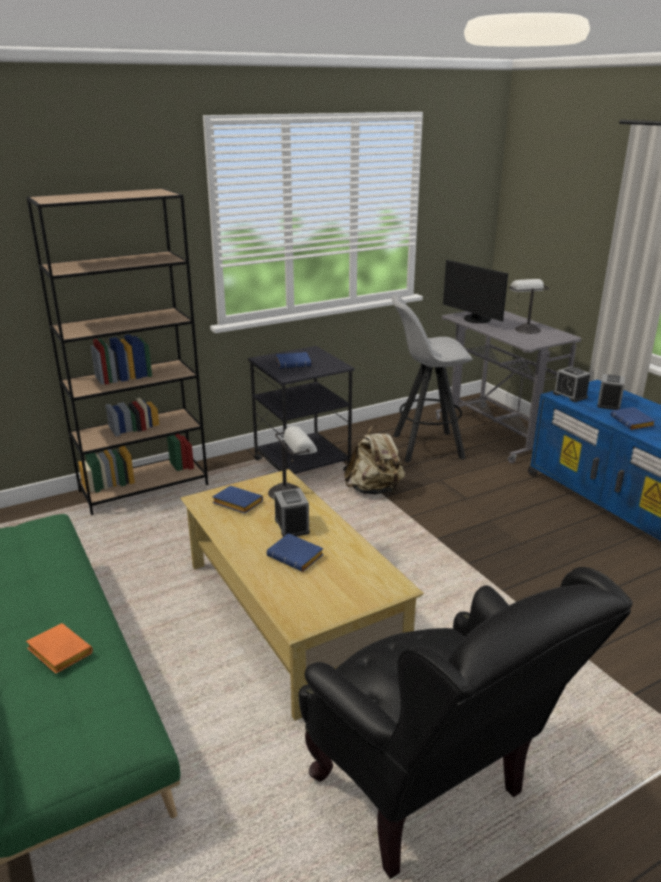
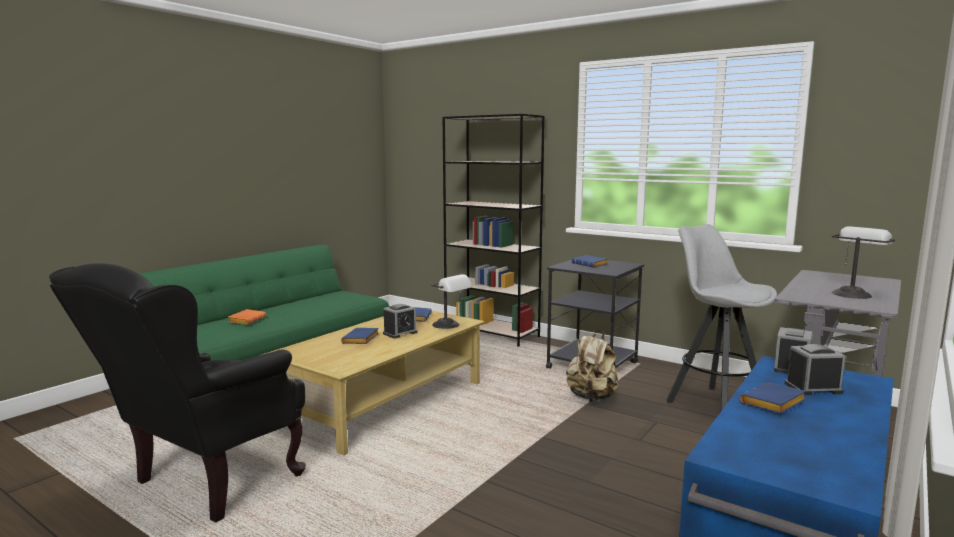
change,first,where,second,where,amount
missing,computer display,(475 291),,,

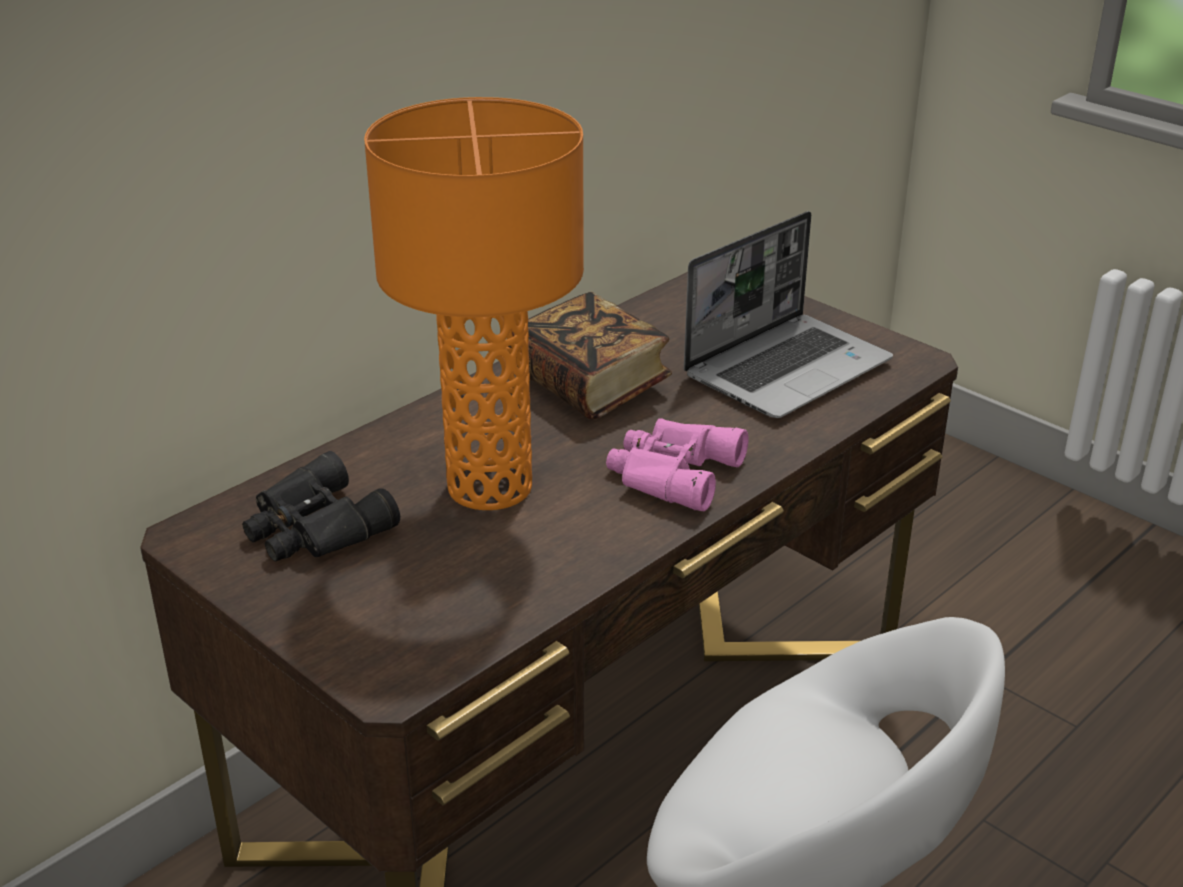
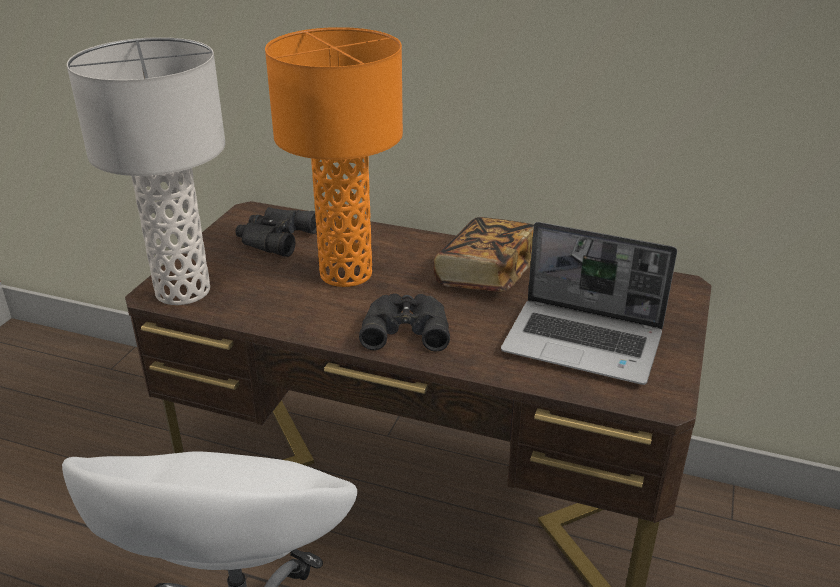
change,first,where,second,where,amount
colour,pink-coloured binoculars,(677 465),black-coloured binoculars,(404 322),
appeared,,,white-coloured lamp for a table,(146 171),

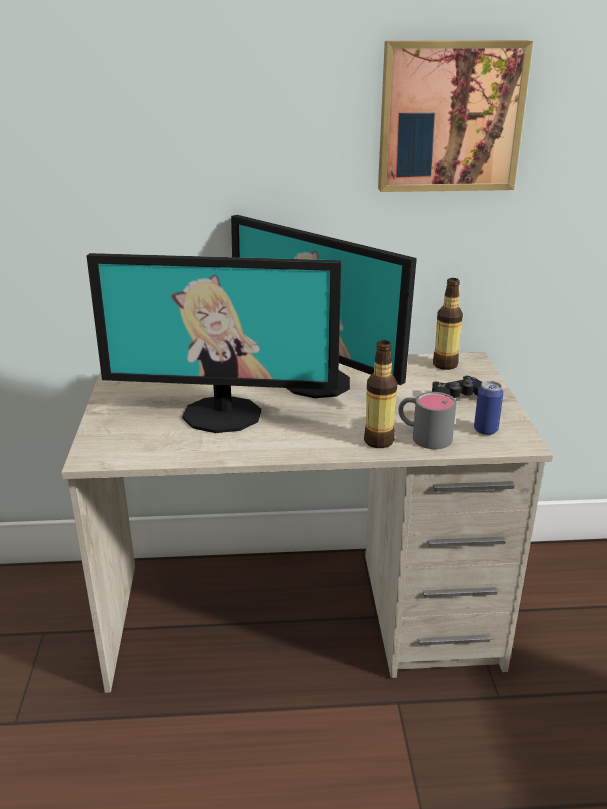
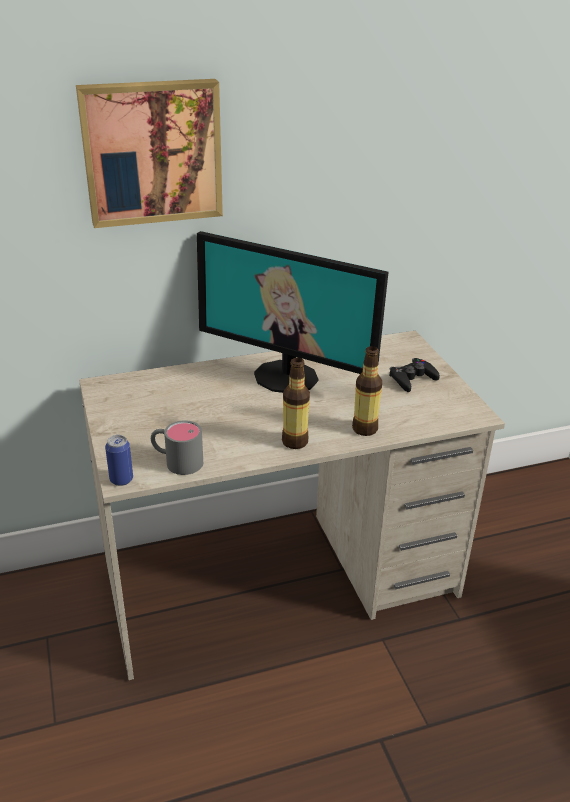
change,first,where,second,where,amount
relocated,picture,(455 116),,(149 153),
missing,computer display,(214 343),,,
relocated,bottle,(448 324),,(296 403),
relocated,metal can,(489 408),,(119 460),
relocated,grey coffee mug,(427 420),,(177 447),

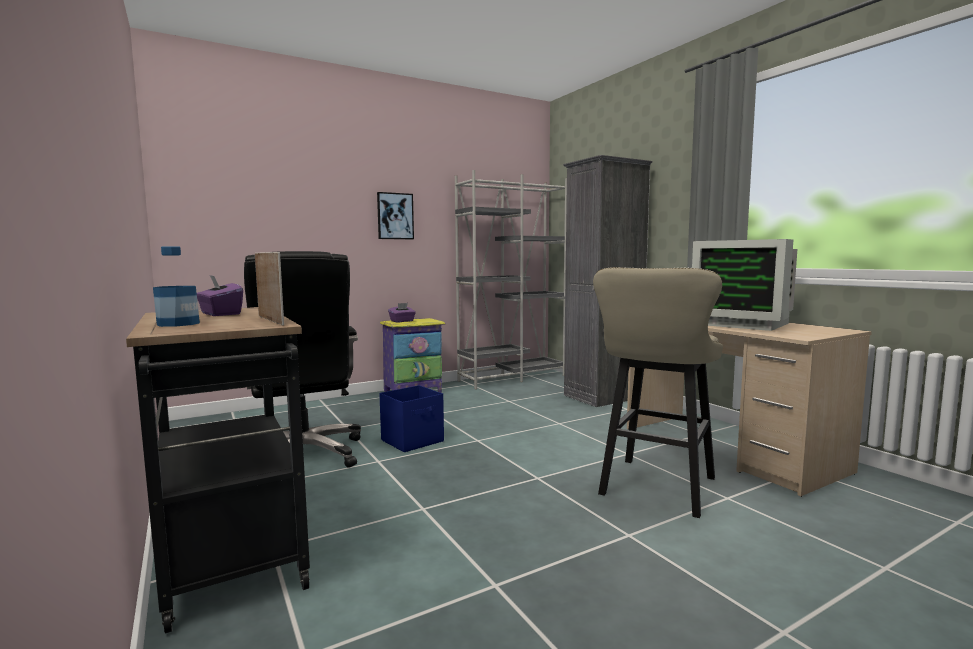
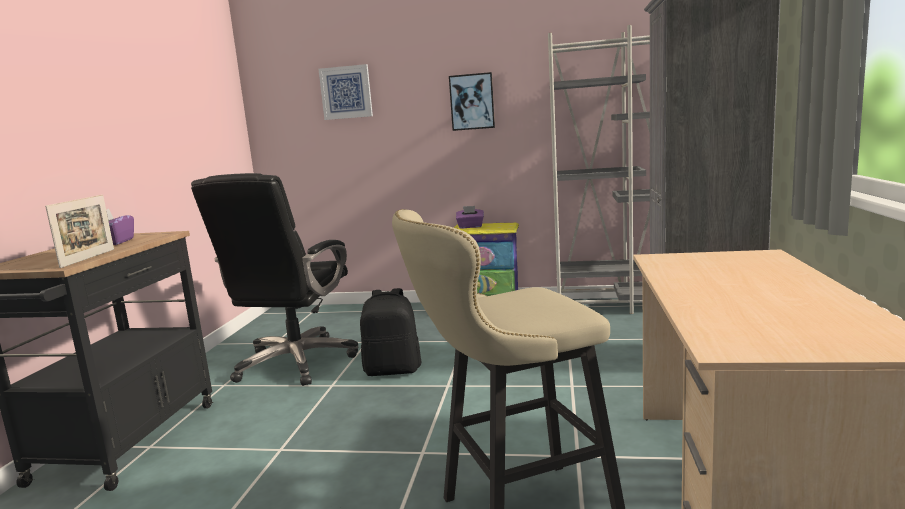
change,first,where,second,where,amount
missing,computer display,(744 285),,,
missing,bottle,(176 286),,,
exchanged,blue storage bin,(412 418),black-coloured backpack,(390 332),
appeared,,,picture,(345 92),

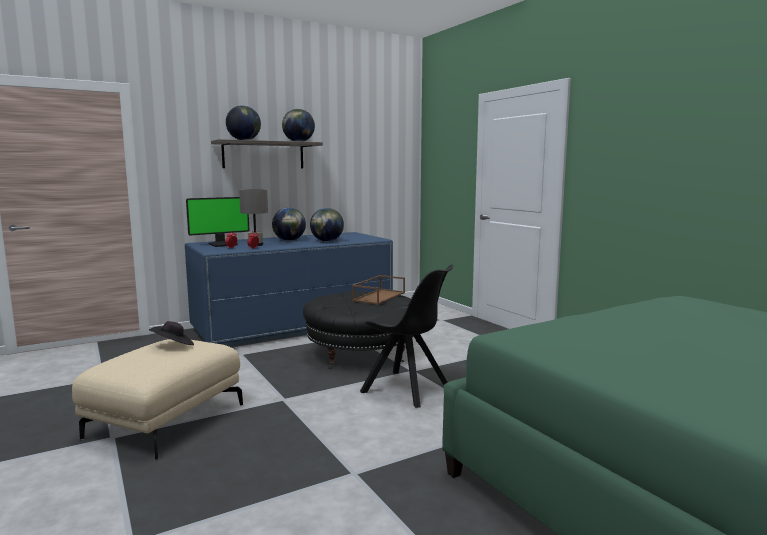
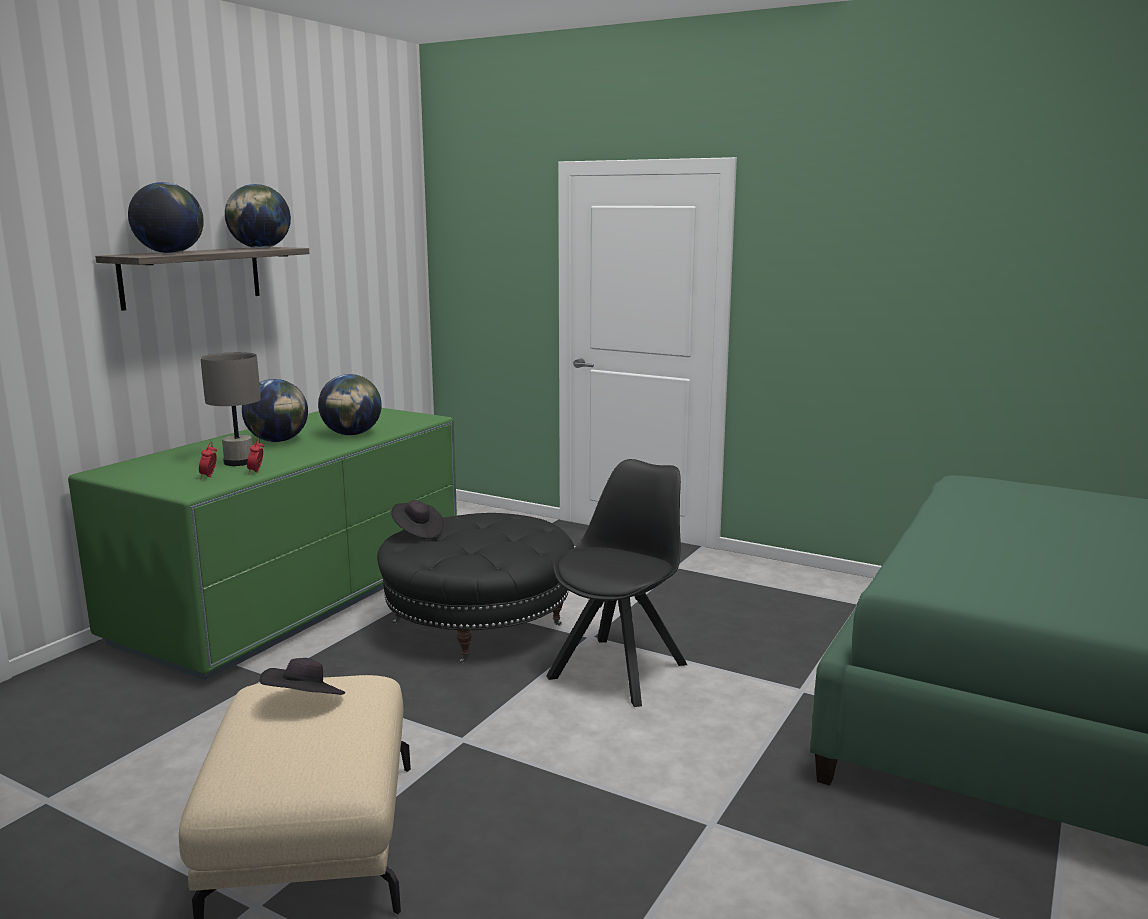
change,first,where,second,where,amount
missing,computer display,(217 222),,,
colour,blue dresser,(289 290),green-coloured dresser,(262 544),
spun,black-coloured upright chair,(406 336),,(616 583),60 degrees counterclockwise
missing,brown serving tray,(378 290),,,
appeared,,,black-coloured clothing hat,(417 519),

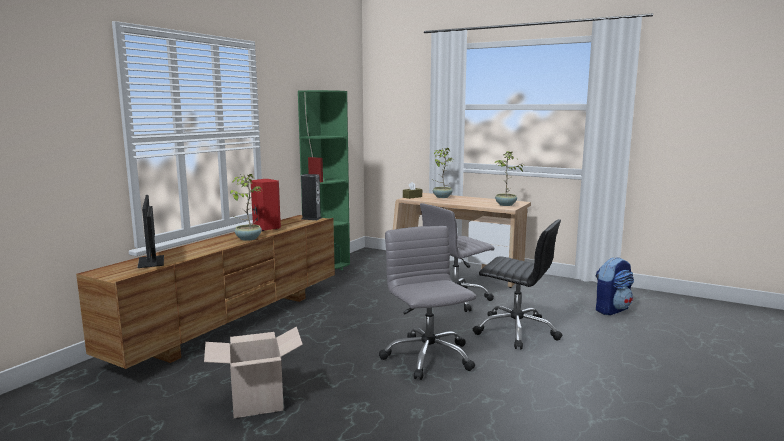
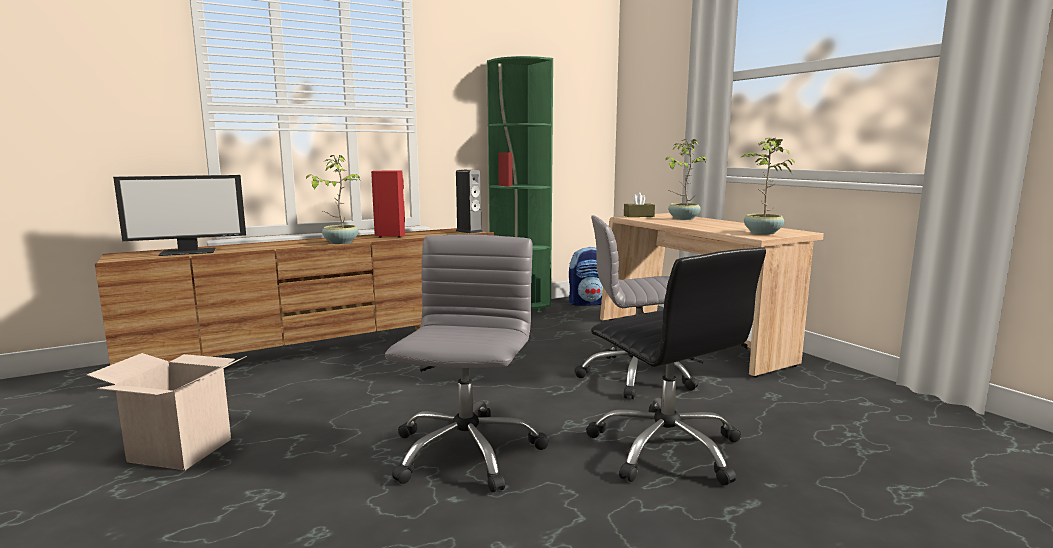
change,first,where,second,where,amount
spun,computer display,(150 231),,(179 215),120 degrees counterclockwise
relocated,backpack,(615 286),,(586 276),

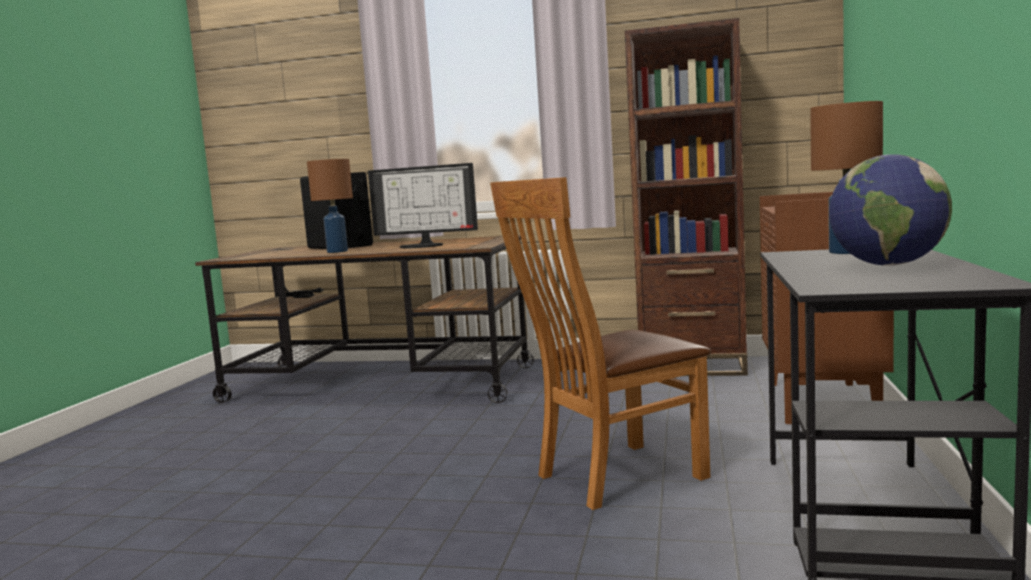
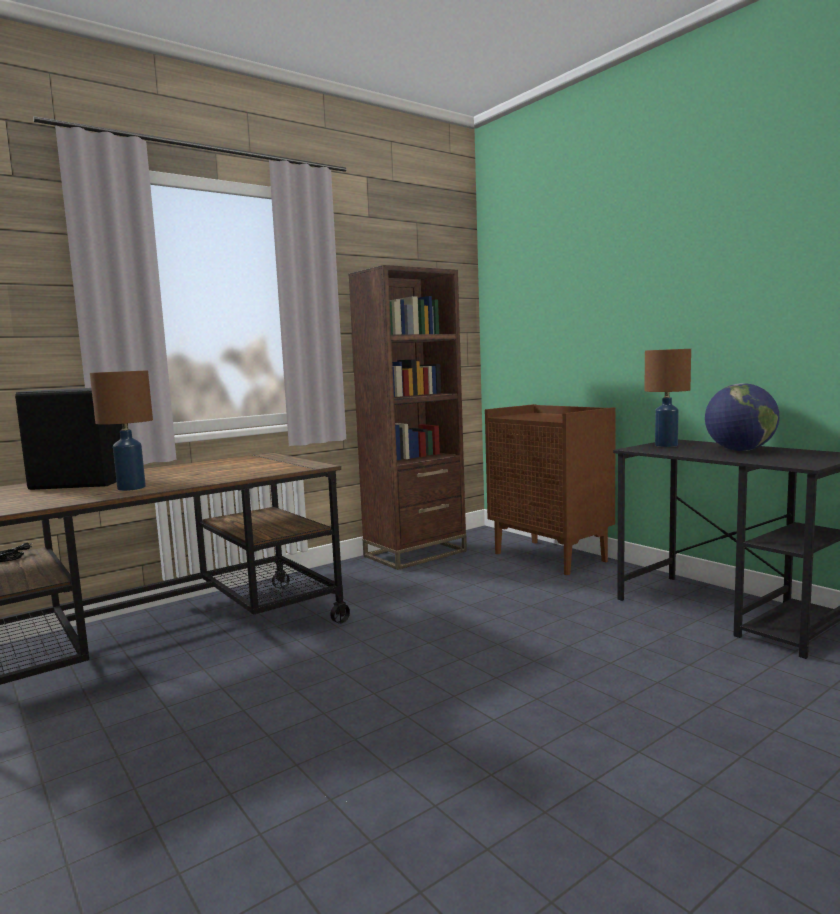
change,first,where,second,where,amount
missing,computer display,(423 205),,,
missing,brown upright chair,(600 343),,,

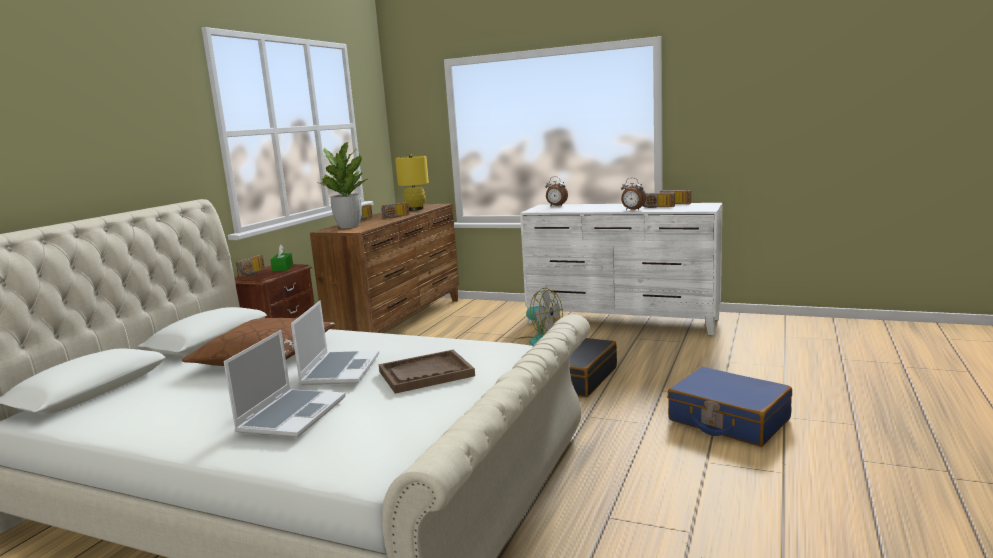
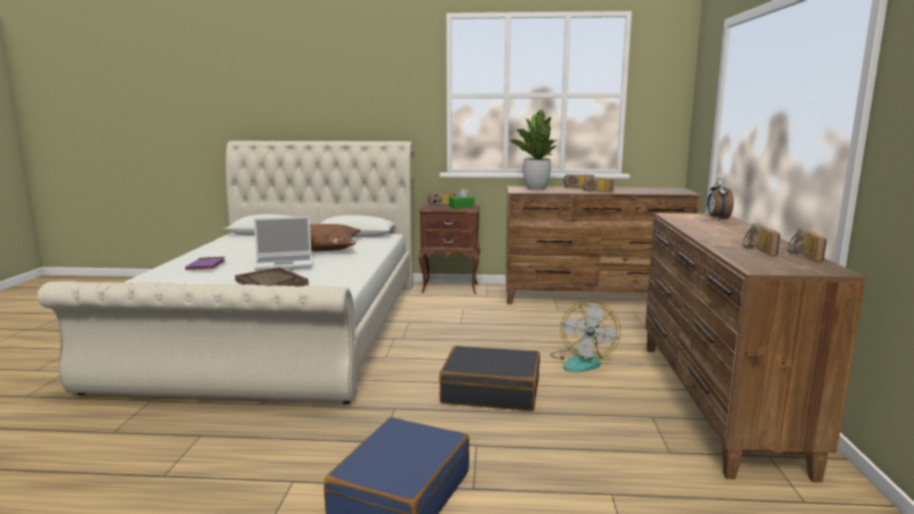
change,first,where,second,where,amount
missing,yellowish lamp for a table,(412 182),,,
missing,bedside clock,(633 194),,,
colour,white-coloured dresser,(621 269),brown dresser,(755 348),
exchanged,notebook computer,(285 383),purple-coloured bound book,(205 263),

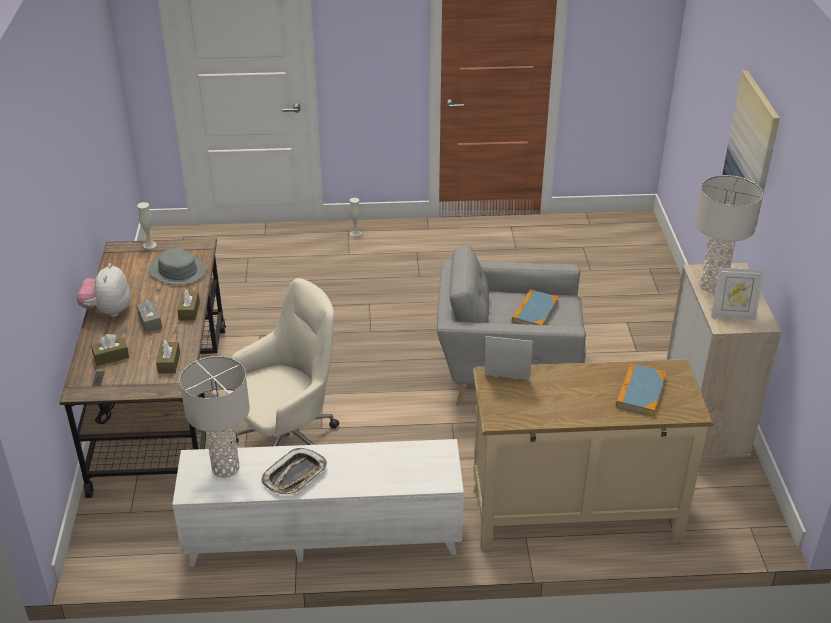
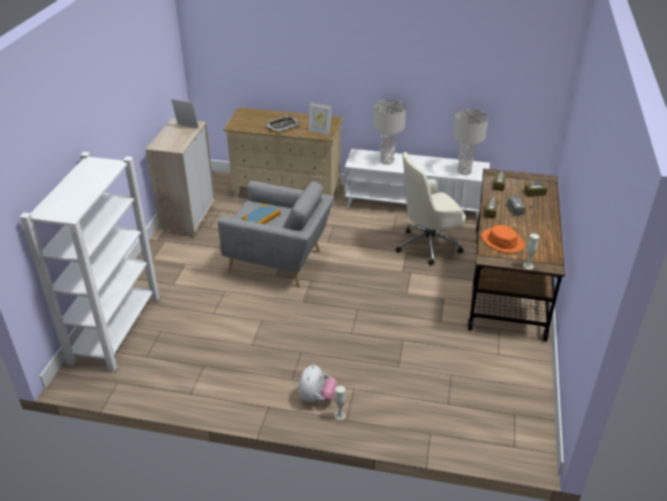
change,first,where,second,where,amount
missing,picture,(751 148),,,
relocated,white-coloured lamp for a table,(729 234),,(389 132),
colour,grey clothing hat,(178 267),orangey clothing hat,(503 239),
relocated,soft toy,(103 290),,(317 383),
missing,bound book,(641 390),,,
relocated,serving tray,(294 471),,(282 123),
appeared,,,white-coloured bookcase,(90 262),

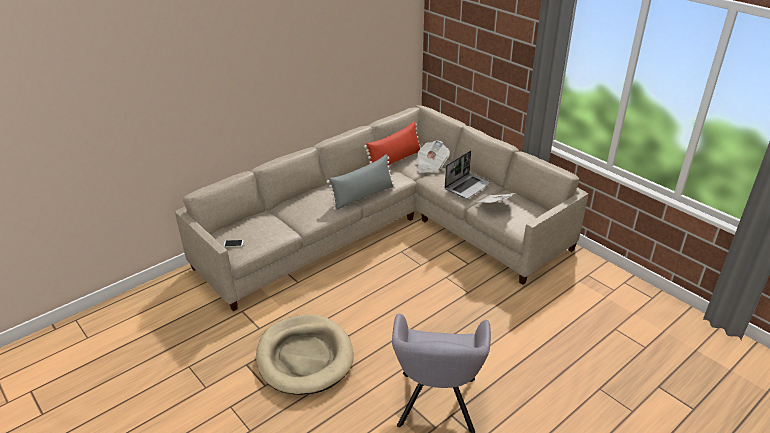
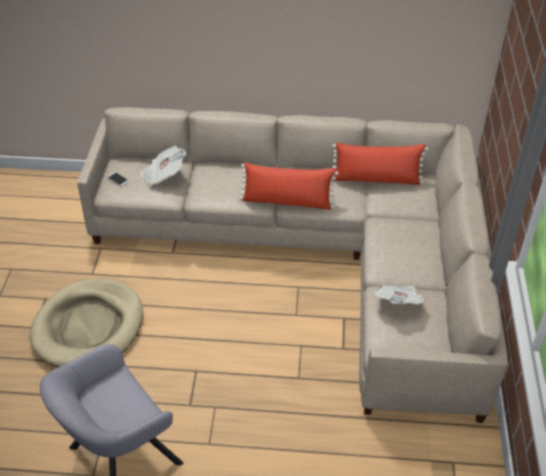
change,first,where,second,where,amount
relocated,printed paper,(433 156),,(163 166),
missing,notebook computer,(468 175),,,
colour,grey cushion,(361 182),reddish cushion,(289 186),

